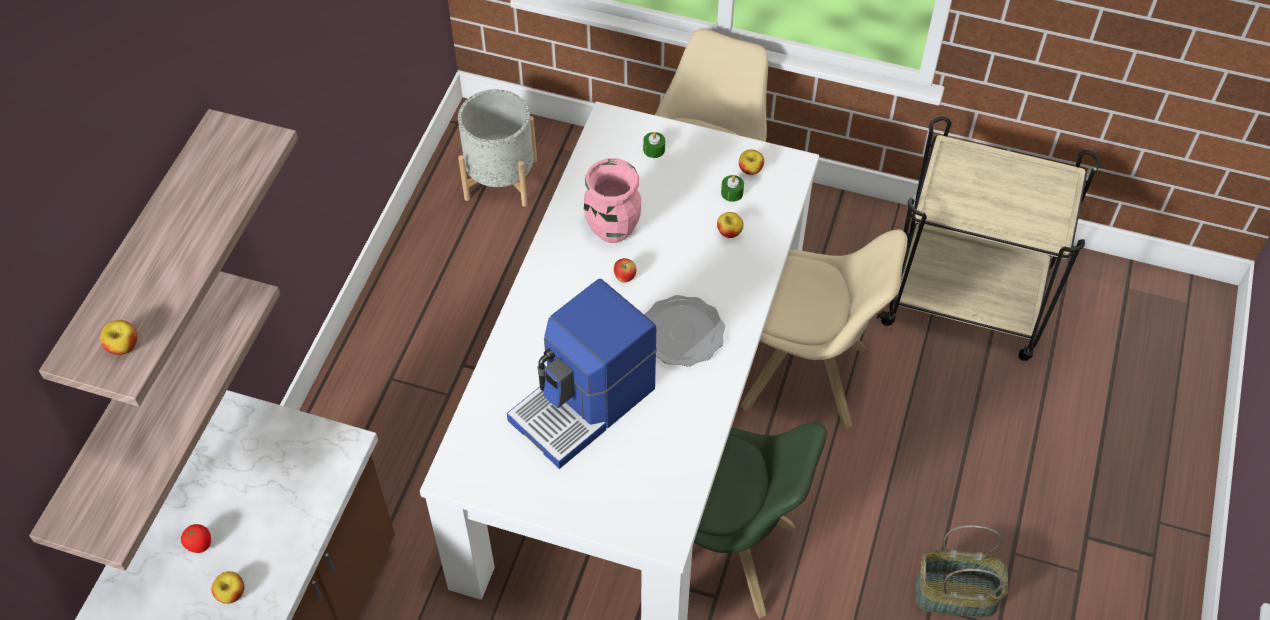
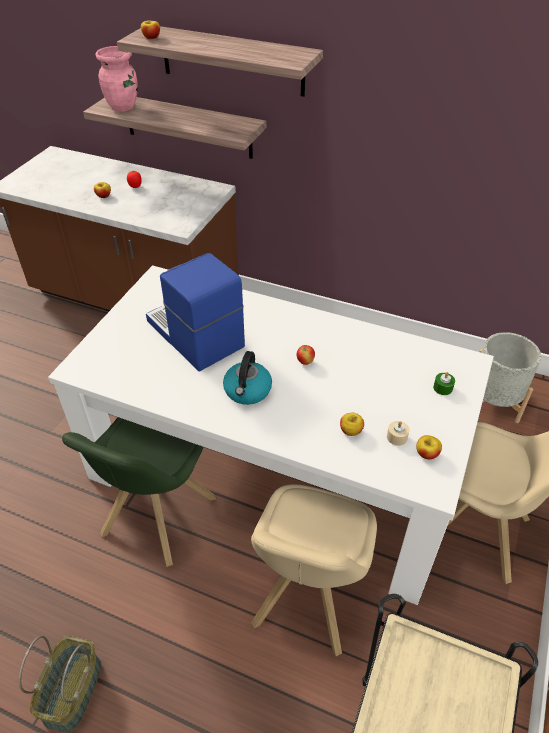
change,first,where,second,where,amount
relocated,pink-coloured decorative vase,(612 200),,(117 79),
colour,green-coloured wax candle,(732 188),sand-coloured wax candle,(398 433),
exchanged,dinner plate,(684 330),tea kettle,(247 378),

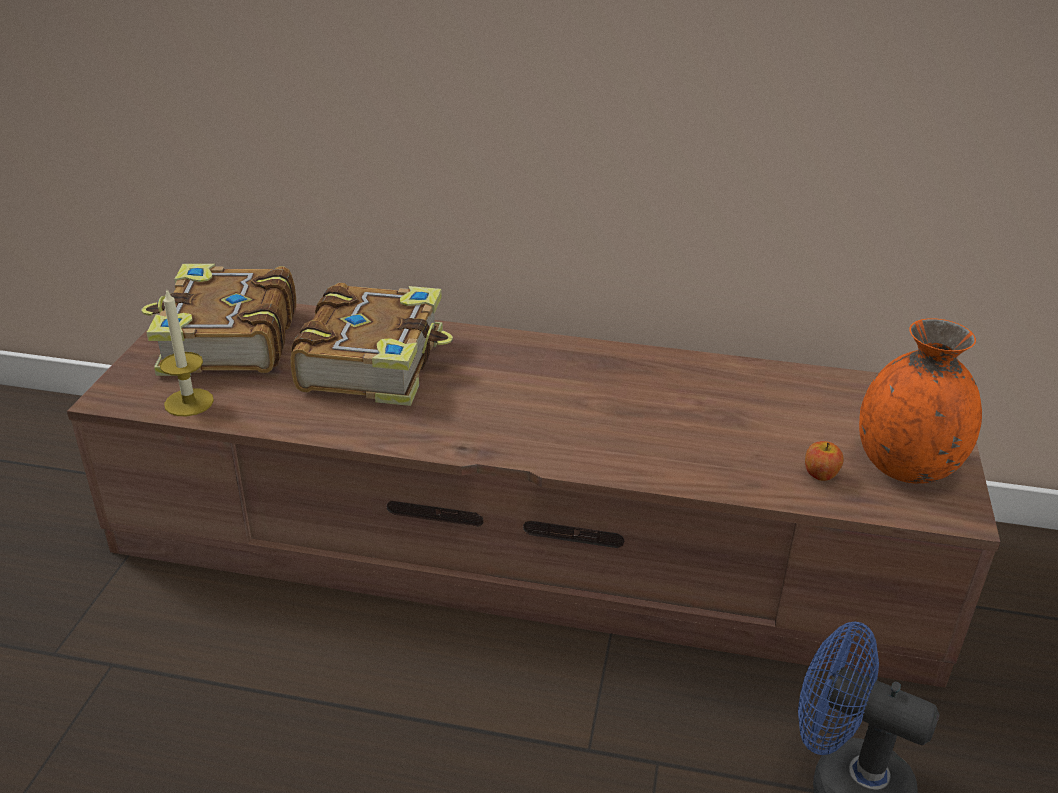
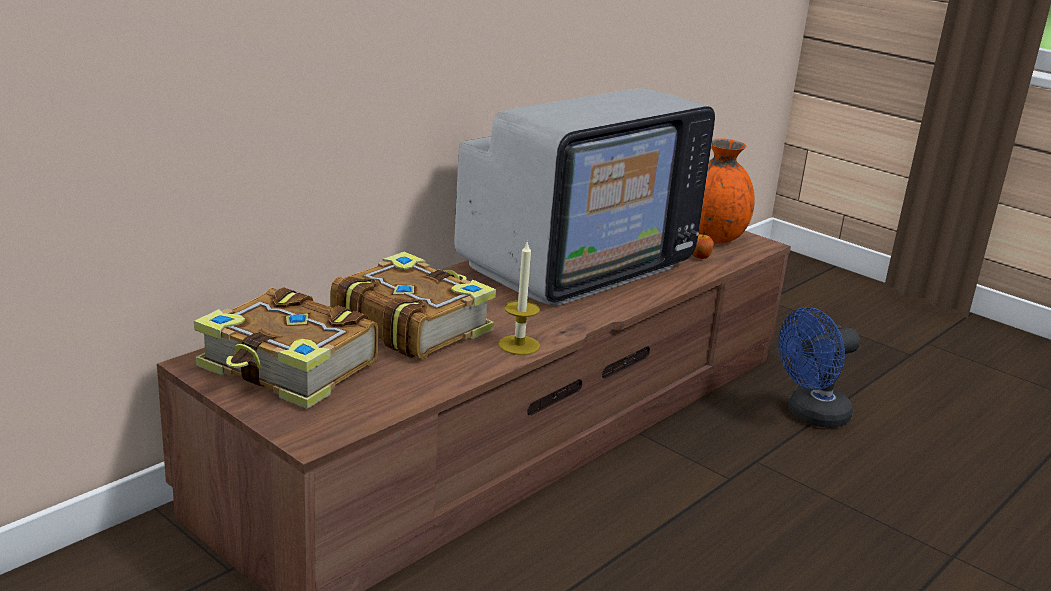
change,first,where,second,where,amount
relocated,wax candle,(187 352),,(519 297),
appeared,,,TV set,(584 197),

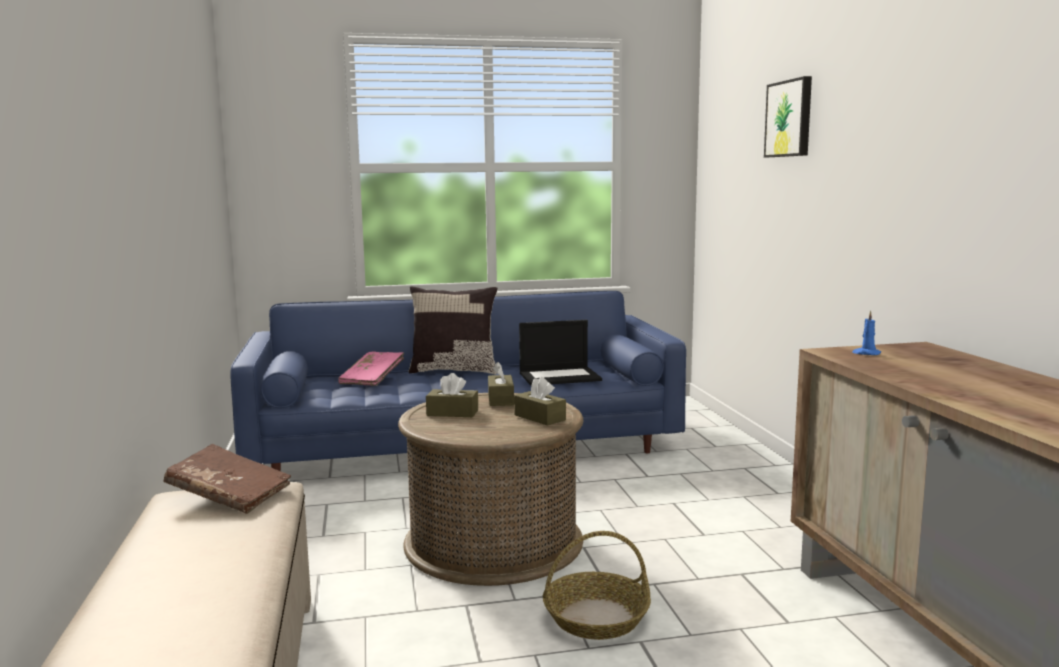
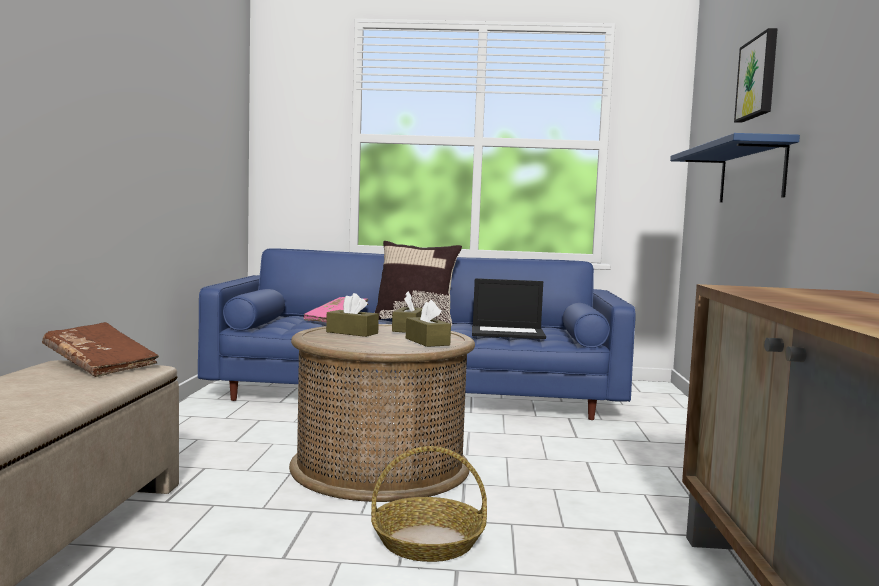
change,first,where,second,where,amount
missing,blue wax candle,(866 332),,,
appeared,,,blue wall shelf,(735 167),

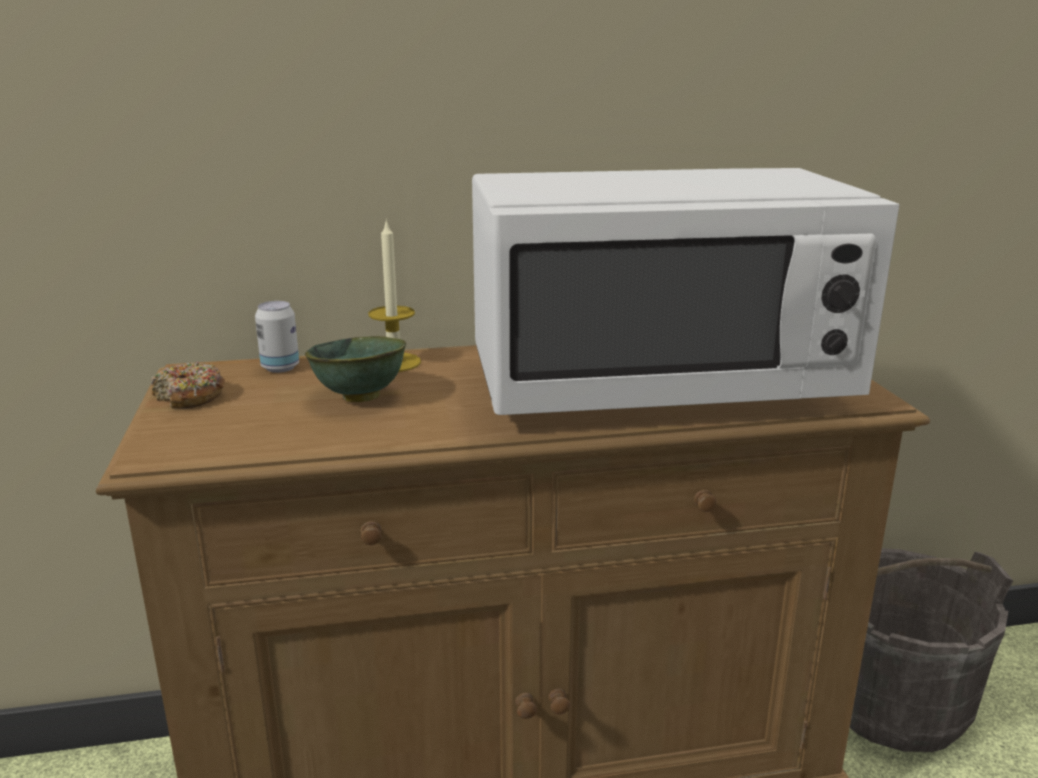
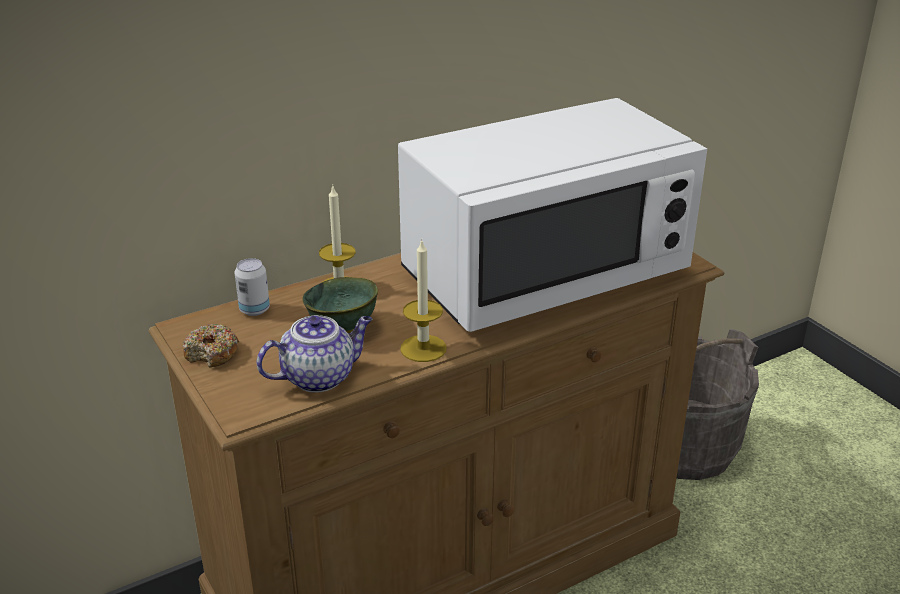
change,first,where,second,where,amount
appeared,,,wax candle,(423 301),
appeared,,,teapot,(314 354),

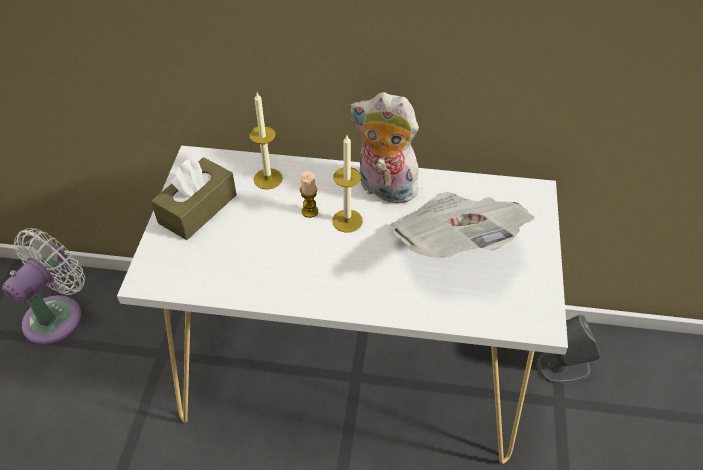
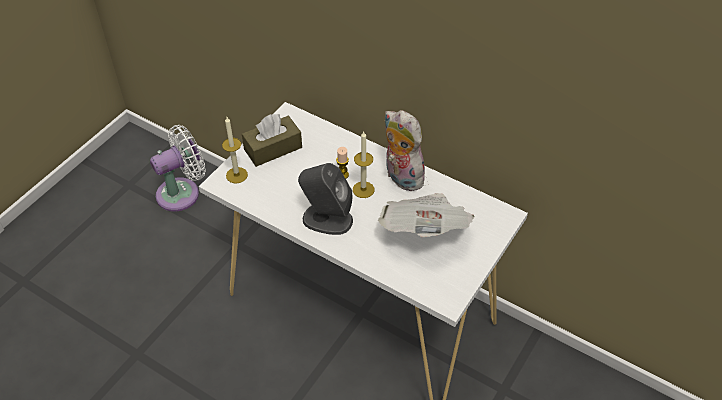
change,first,where,second,where,amount
relocated,wax candle,(266 141),,(235 150),
relocated,grey speaker,(569 349),,(325 199),

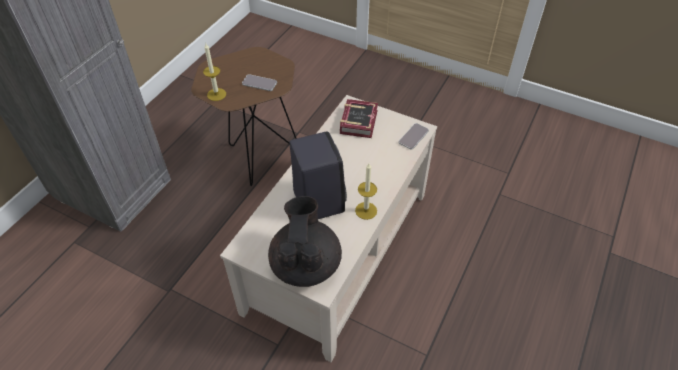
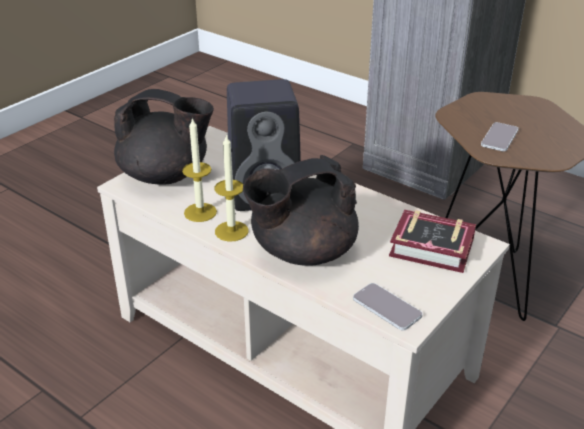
change,first,where,second,where,amount
relocated,wax candle,(214 71),,(199 169),
appeared,,,black-coloured teapot,(301 210),

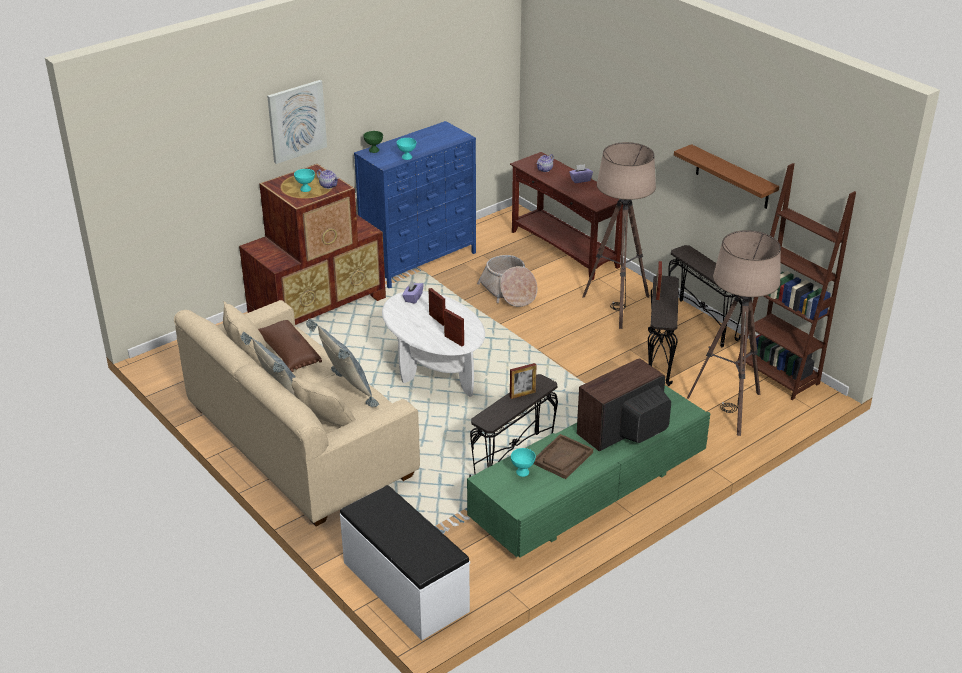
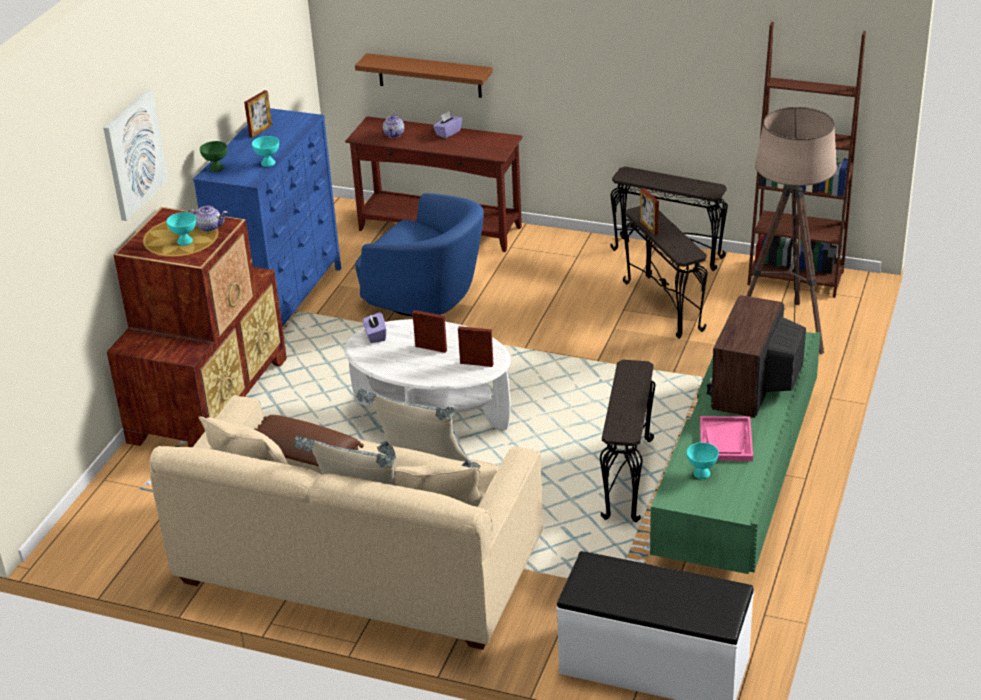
change,first,where,second,where,amount
missing,standard lamp,(619 235),,,
relocated,brown wall shelf,(726 176),,(424 75),
exchanged,storage basket,(507 281),blue lounge chair,(419 254),
relocated,picture frame,(523 381),,(258 114),
colour,brown serving tray,(563 456),pink-coloured serving tray,(726 438),

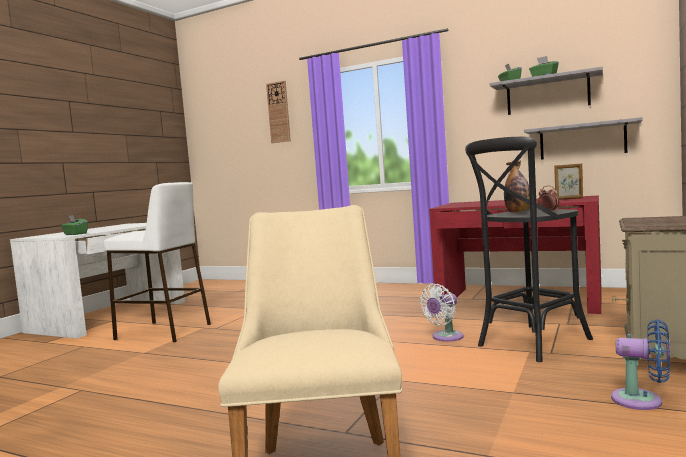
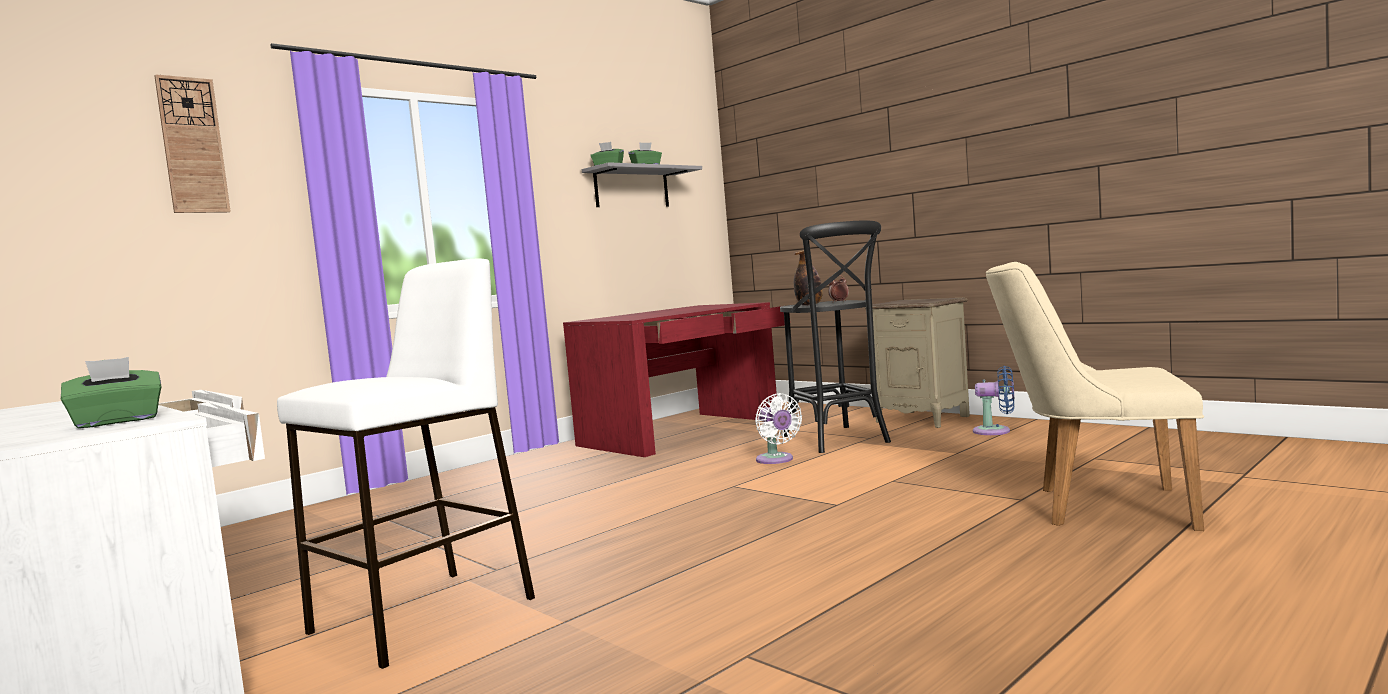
change,first,where,second,where,amount
missing,grey wall shelf,(583 138),,,
missing,picture frame,(568 182),,,
spun,blue cooling fan,(640 364),,(993 400),60 degrees clockwise

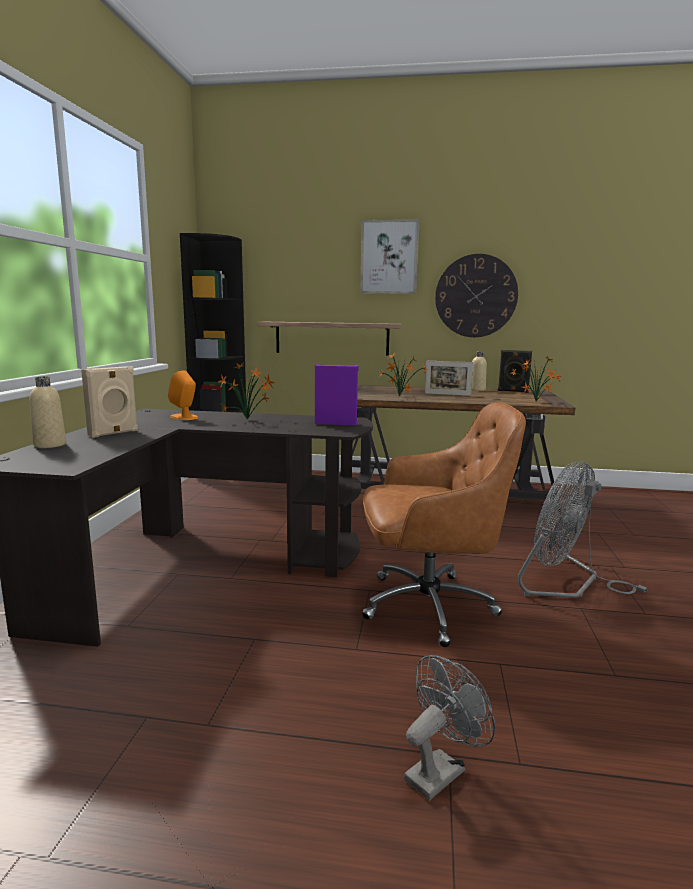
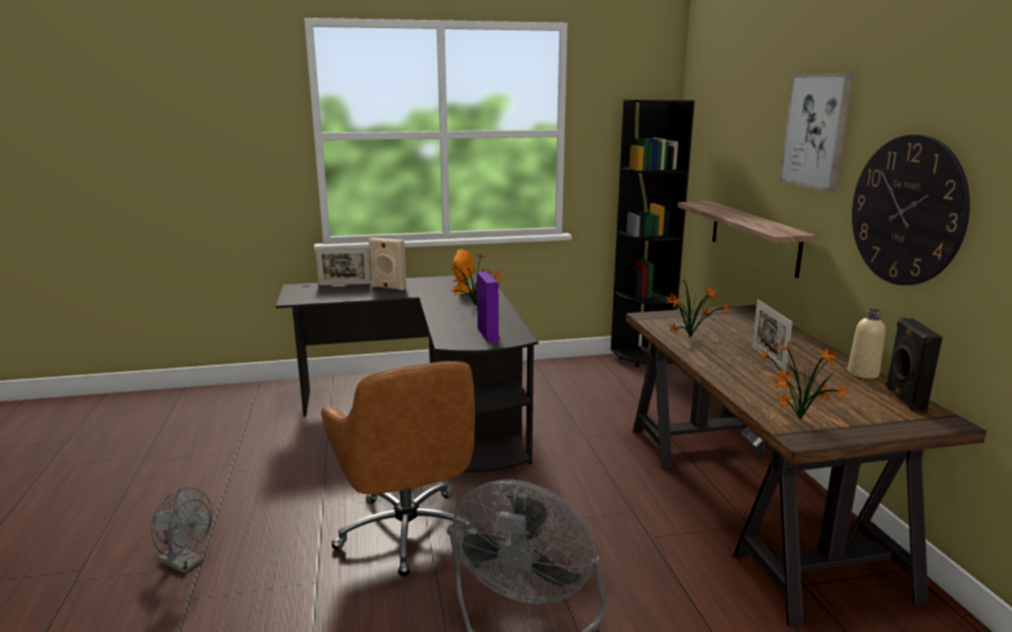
change,first,where,second,where,amount
exchanged,sand-coloured bottle,(48 412),picture frame,(343 266),

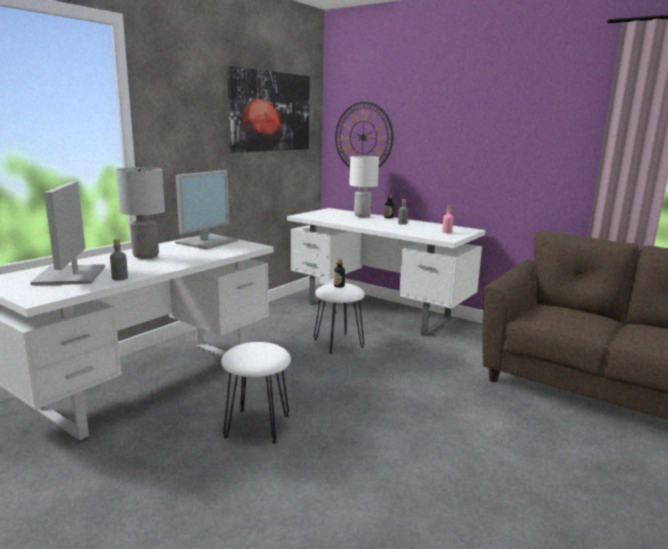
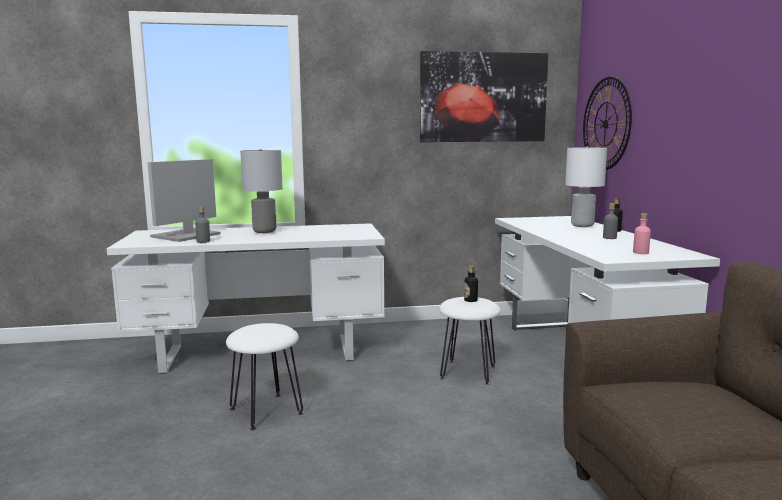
change,first,where,second,where,amount
missing,computer display,(206 209),,,

